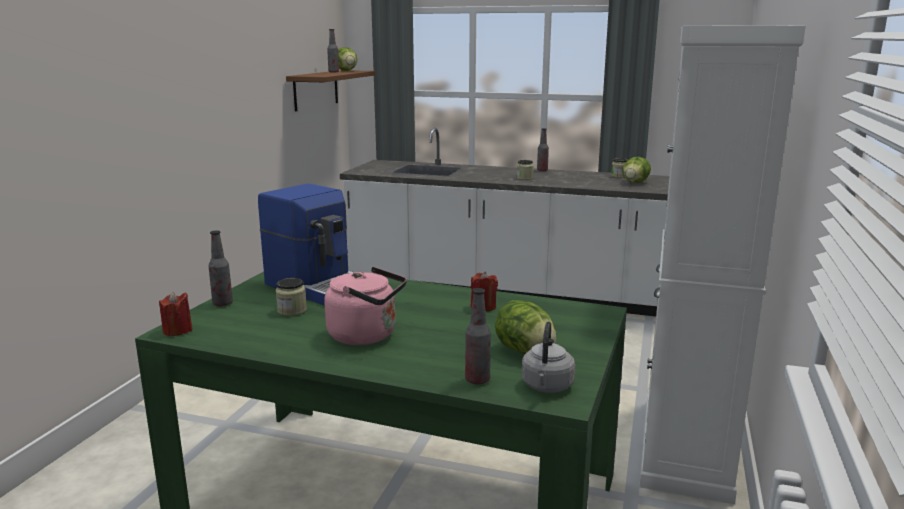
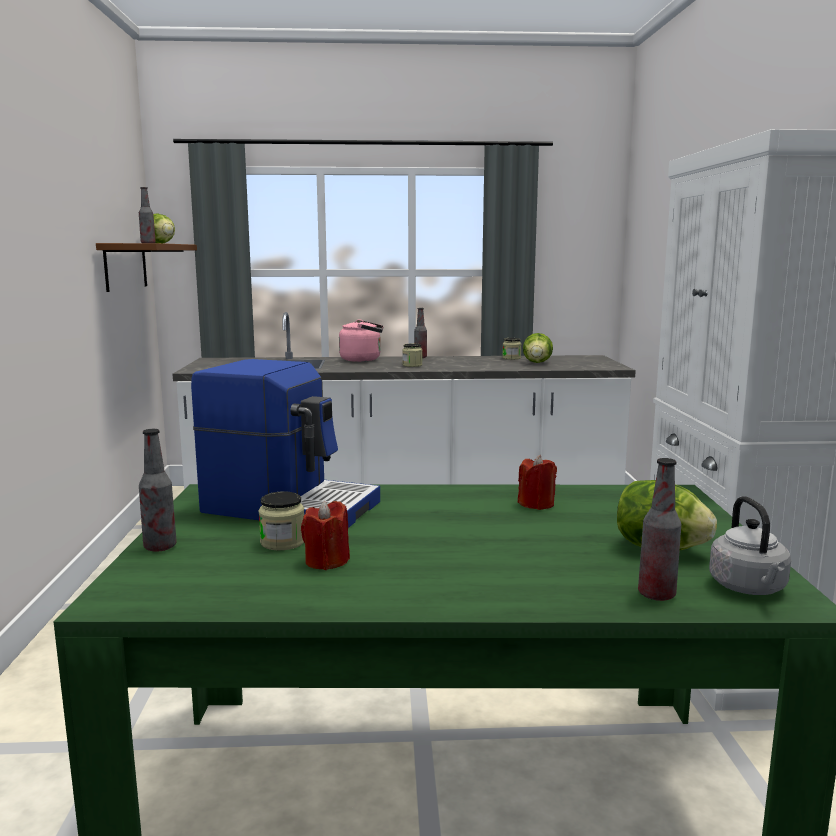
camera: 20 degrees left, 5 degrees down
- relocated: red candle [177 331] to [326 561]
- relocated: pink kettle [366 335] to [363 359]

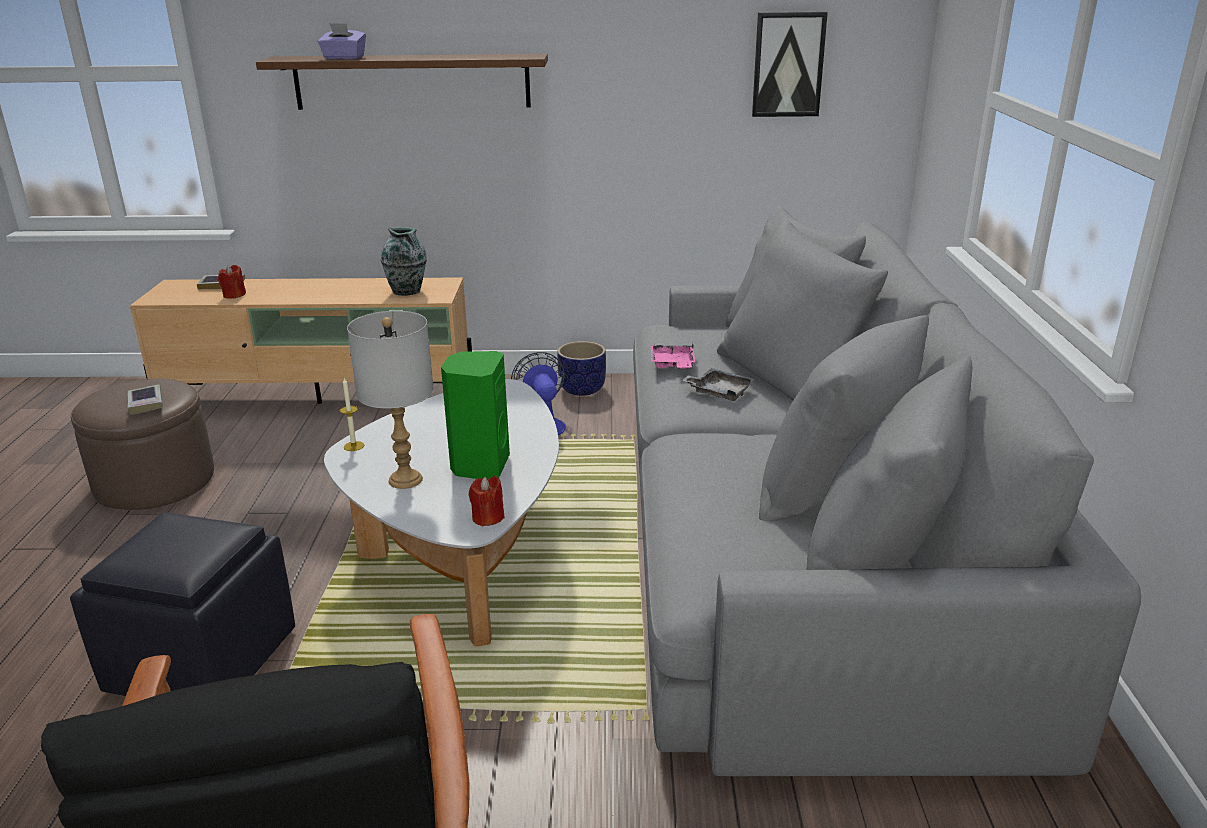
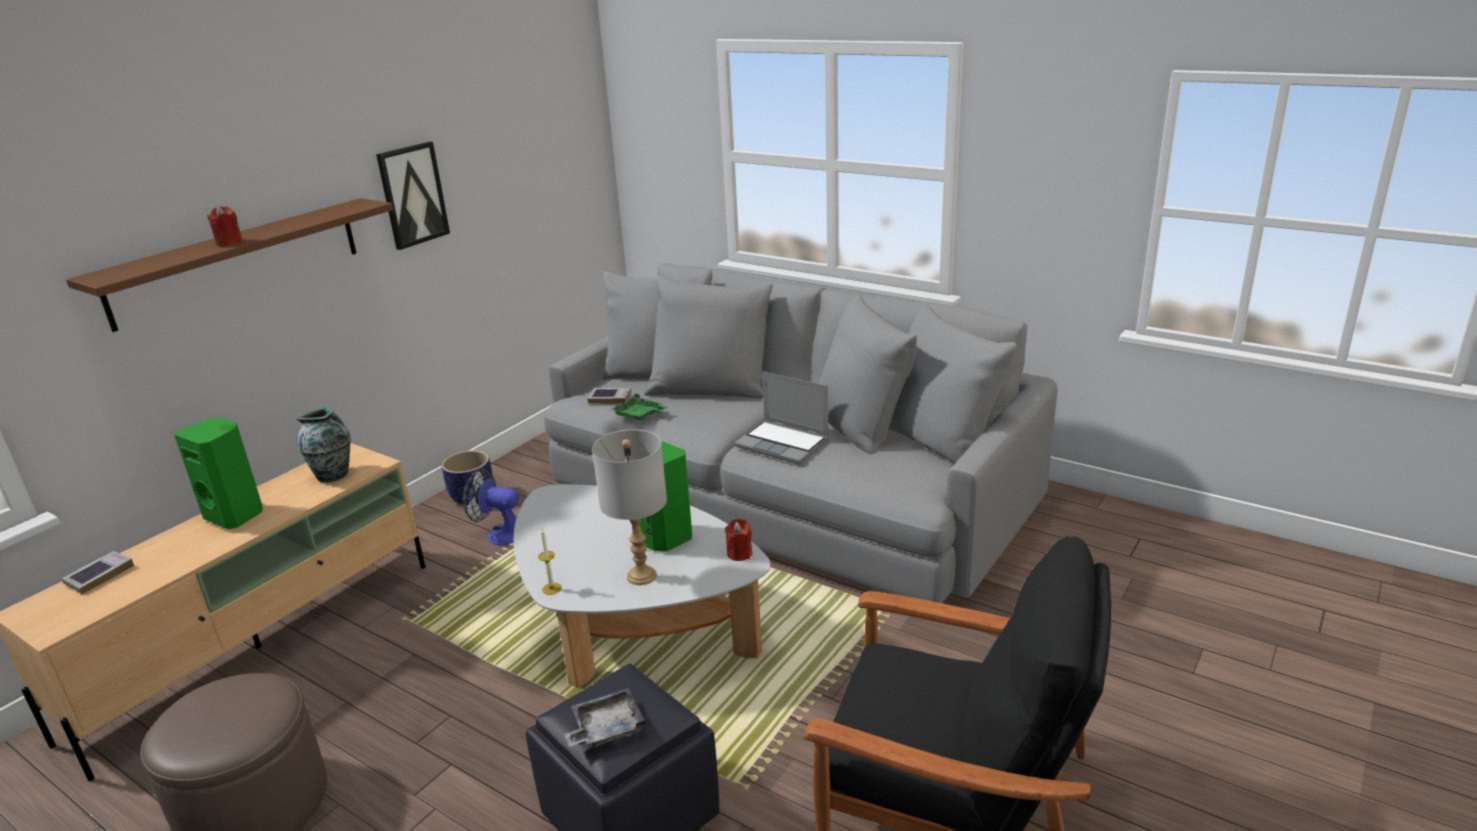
camera: 55 degrees left, 0 degrees up
- appeared: green speaker [236 515]
- relocated: red candle [234 295] to [229 242]
- relocated: picture [788 65] to [412 195]
- relocated: grey tray [719 392] to [606 728]
- relocated: book [146 403] to [610 398]
- colour: pink tray [672 365] to green tray [640 415]
- appeared: laptop [783 443]
- missing: purple tissue box [344 58]

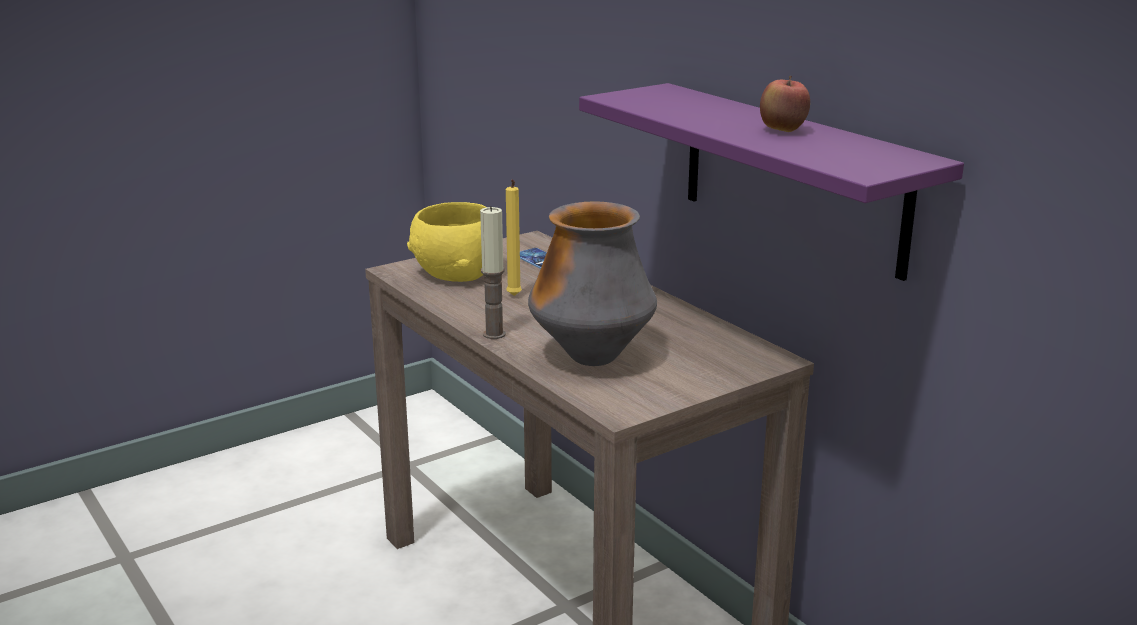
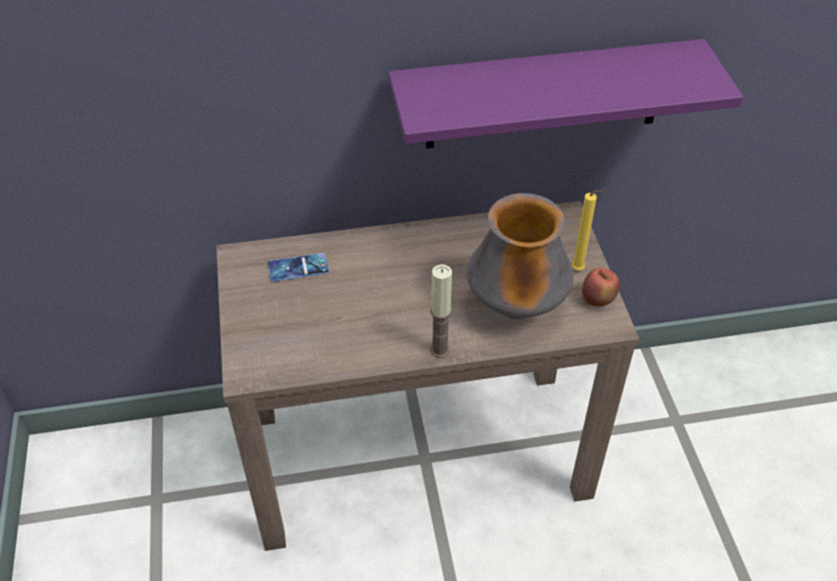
camera: 65 degrees left, 25 degrees up
- relocated: yellow candle [514 296] to [579 270]
- relocated: apple [783 131] to [597 300]
- missing: yellow bowl [455 273]

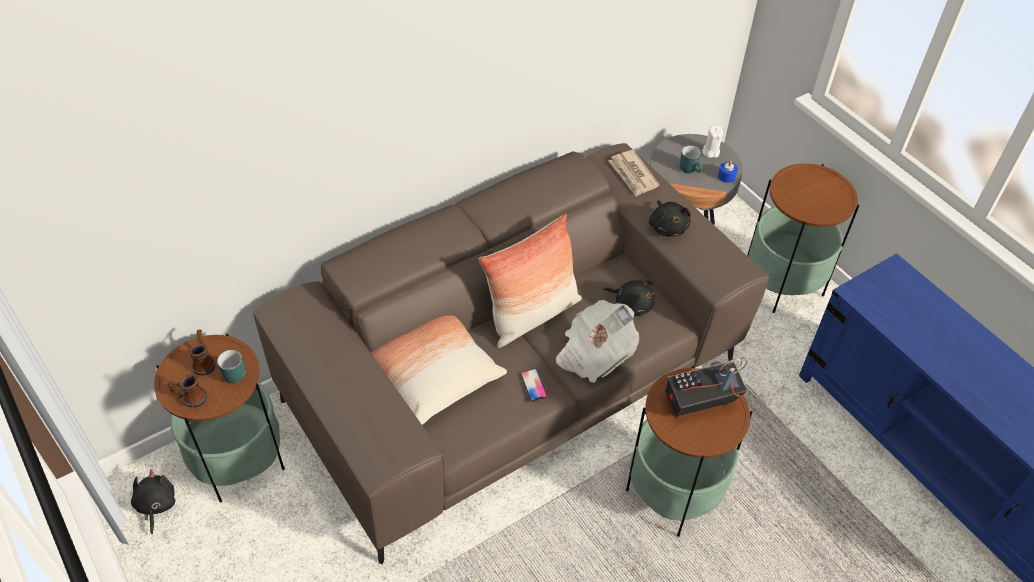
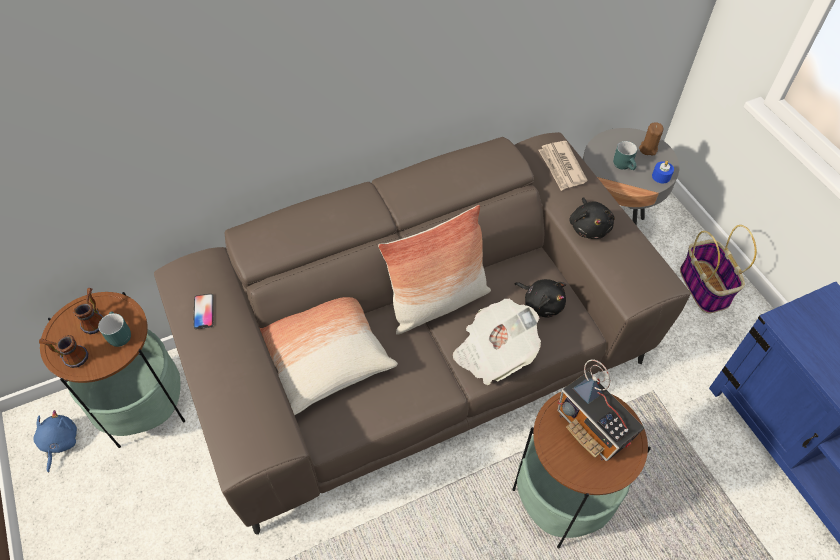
camera: 10 degrees right, 5 degrees up
- colour: black plush toy [156 505] to blue plush toy [59 443]
- relocated: phone [533 385] to [203 311]
- spun: radio [698 402] = [593 428] 120 degrees counterclockwise
- colour: white candle [710 152] to brown candle [648 149]
- exchanged: side table [782 283] to basket [705 287]

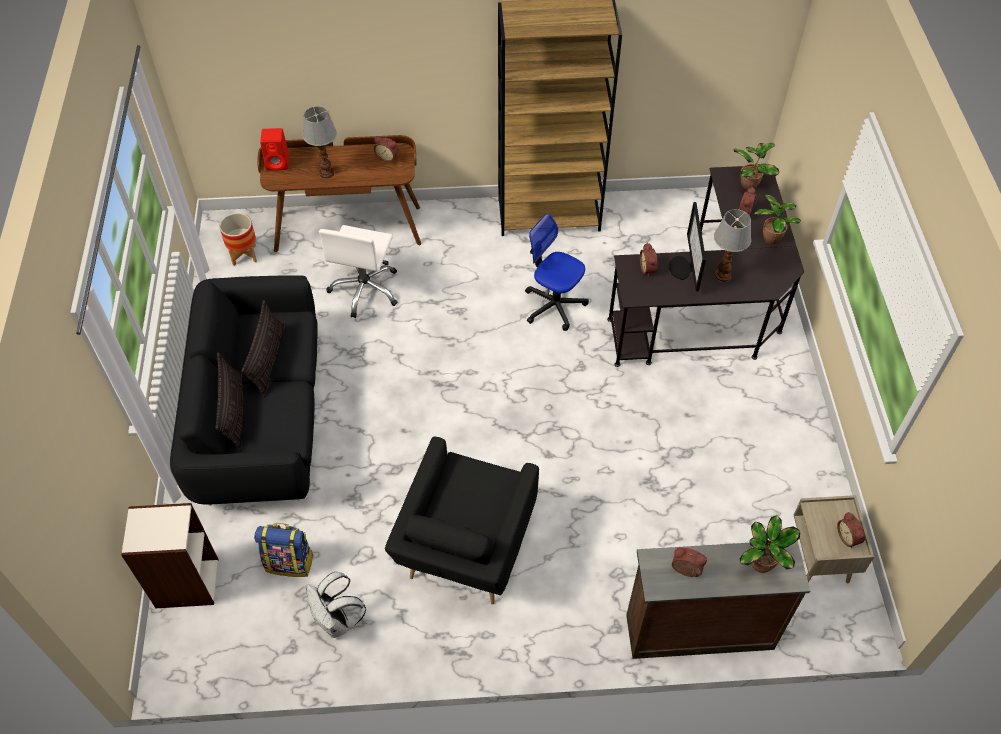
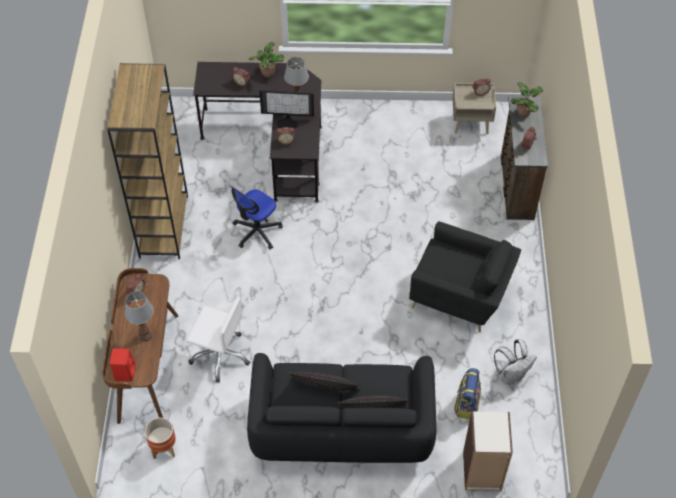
camera: 85 degrees left, 0 degrees up
- missing: potted plant [750 184]

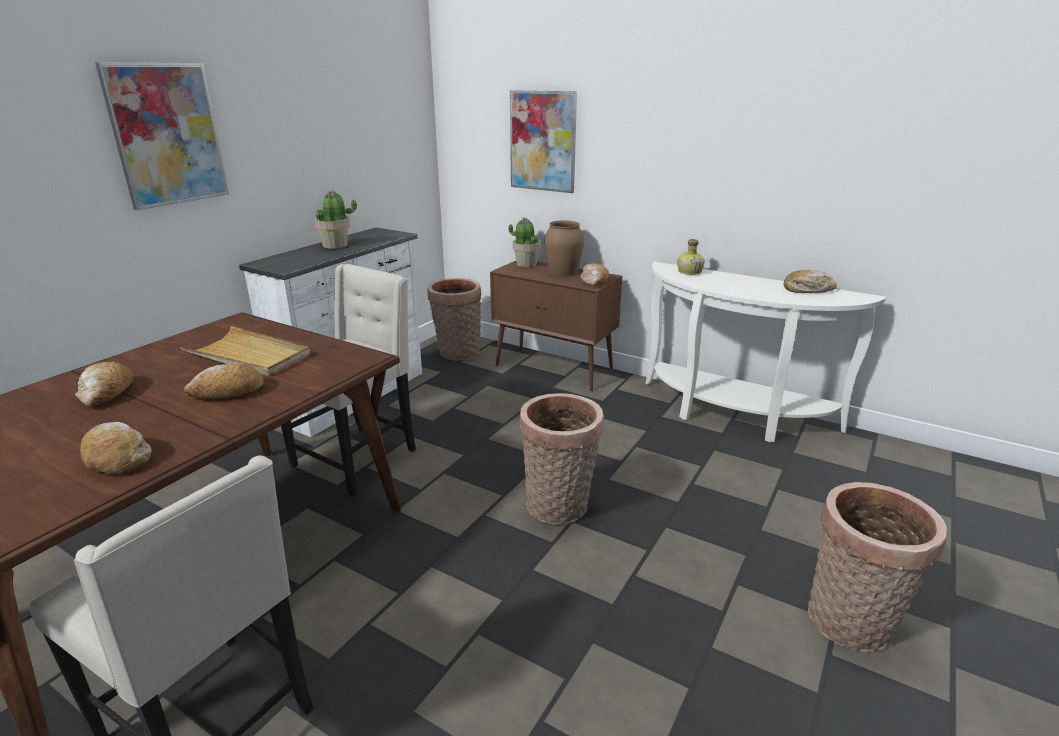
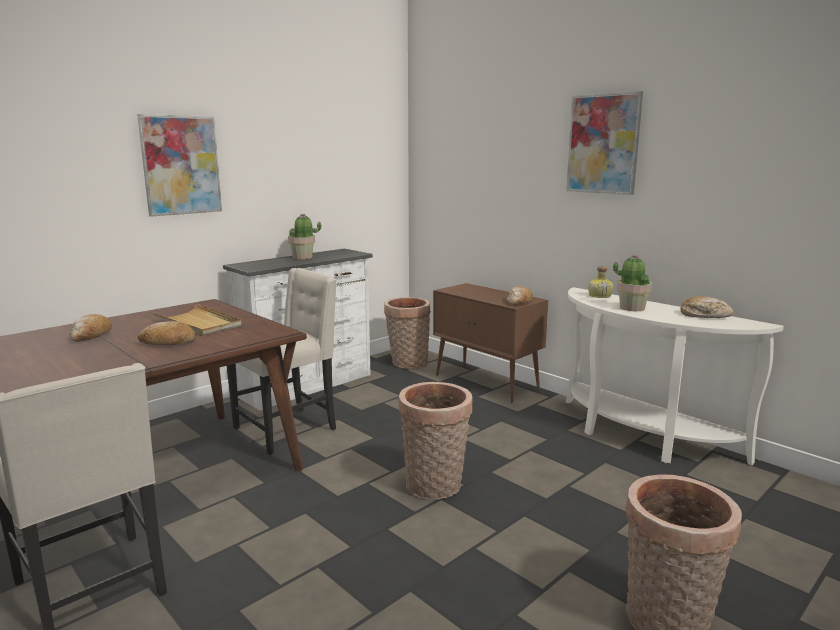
camera: 15 degrees right, 10 degrees down
- relocated: picture [543 141] to [603 144]
- relocated: potted plant [526 264] to [631 308]
- missing: bread [117 458]
- missing: brown vase [563 271]

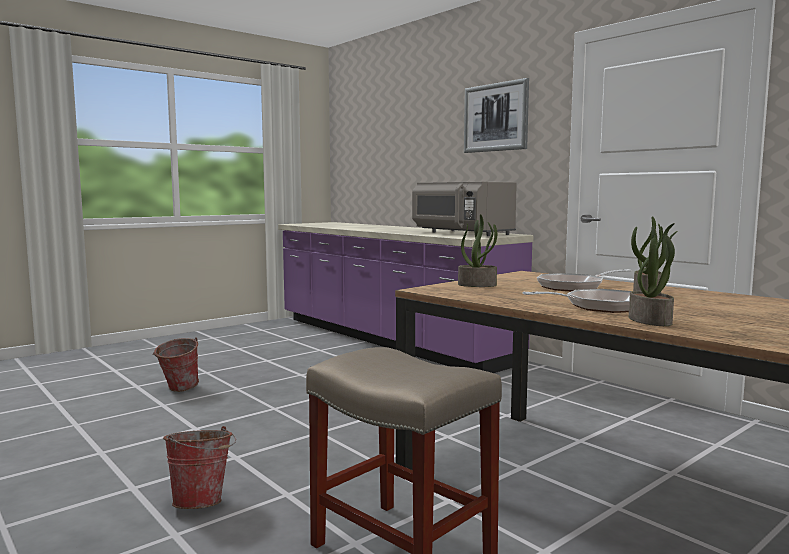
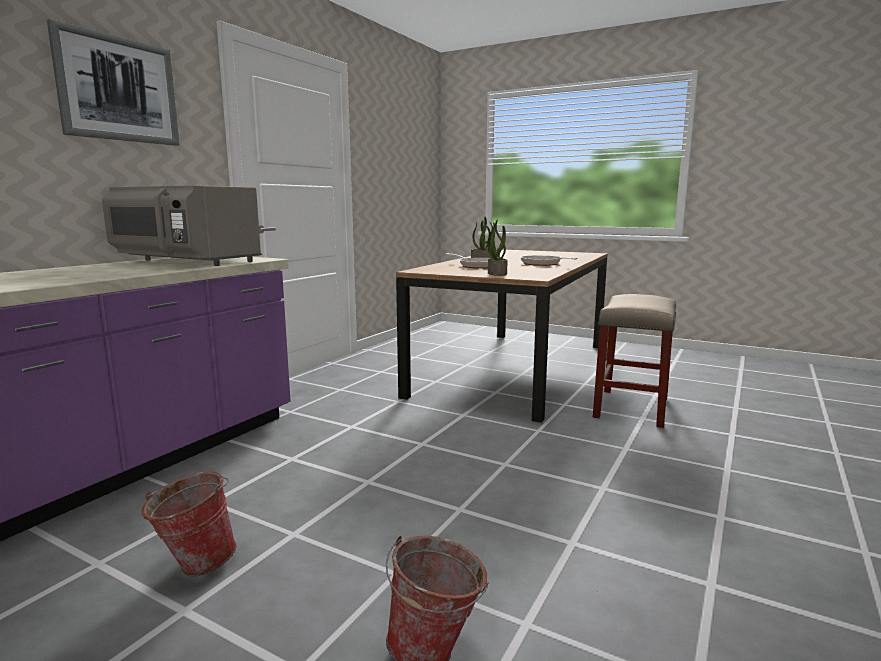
camera: 110 degrees left, 5 degrees up
- spun: grey microwave [462 233] = [186 261] 90 degrees clockwise
- relocated: bucket [203 501] to [194 563]
- missing: potted plant [651 321]

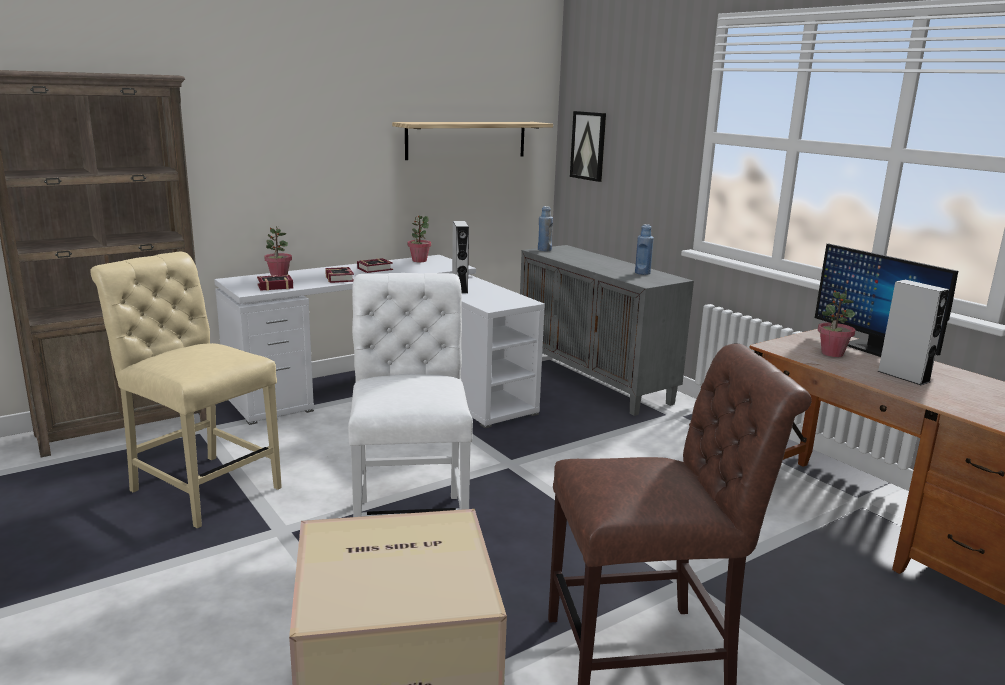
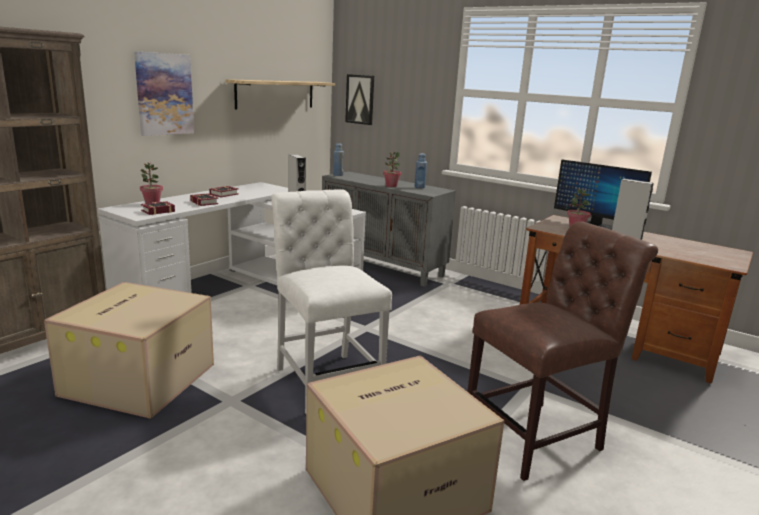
camera: 20 degrees left, 0 degrees up
- exchanged: beige chair [201 486] to cardboard box [139 378]
- appeared: picture [164 94]
- relocated: potted plant [419 260] to [391 186]

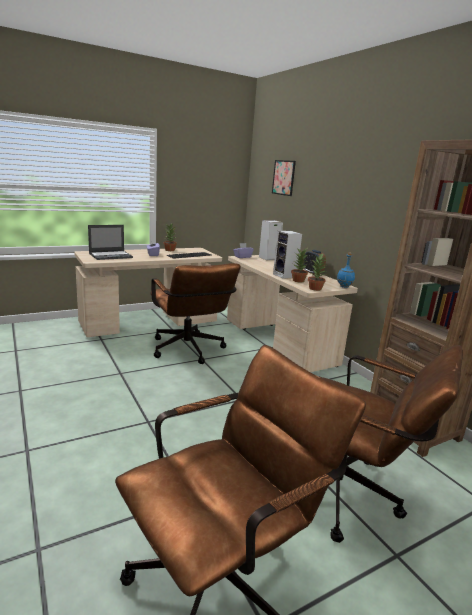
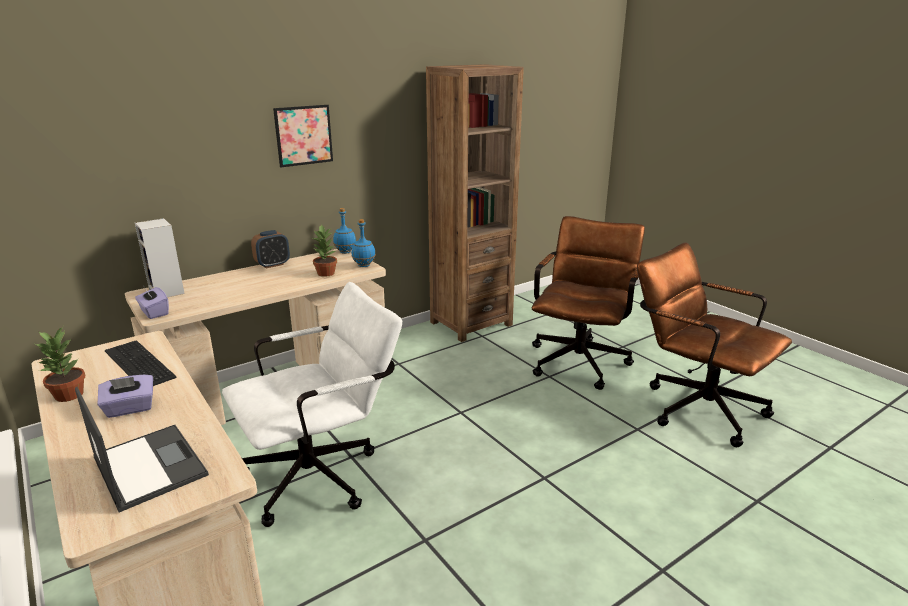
camera: 95 degrees left, 5 degrees up
- colour: brown office chair [189 351] to white office chair [322 474]
- relocated: picture [283 177] to [303 135]
- exchanged: potted plant [315 289] to blue bottle [364 265]
- missing: speaker [285 276]

